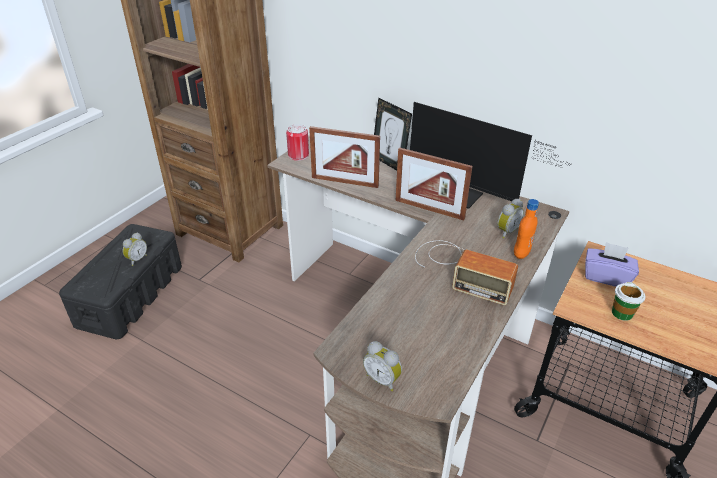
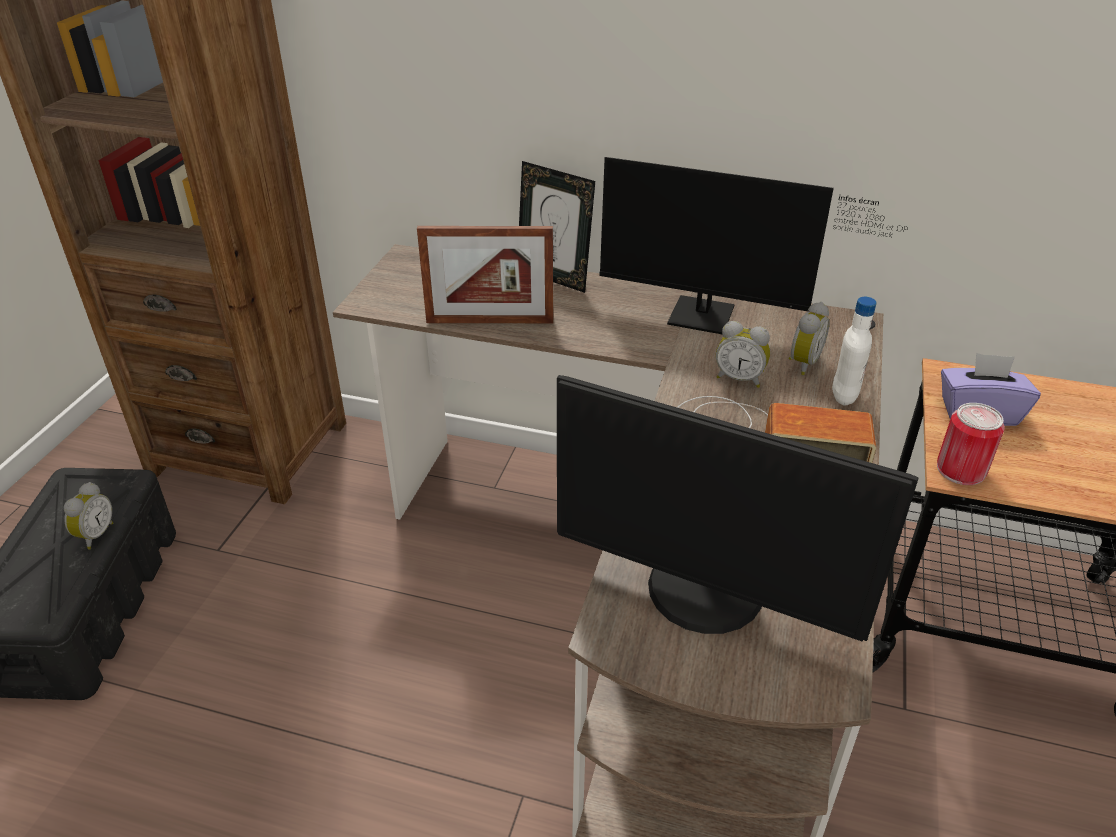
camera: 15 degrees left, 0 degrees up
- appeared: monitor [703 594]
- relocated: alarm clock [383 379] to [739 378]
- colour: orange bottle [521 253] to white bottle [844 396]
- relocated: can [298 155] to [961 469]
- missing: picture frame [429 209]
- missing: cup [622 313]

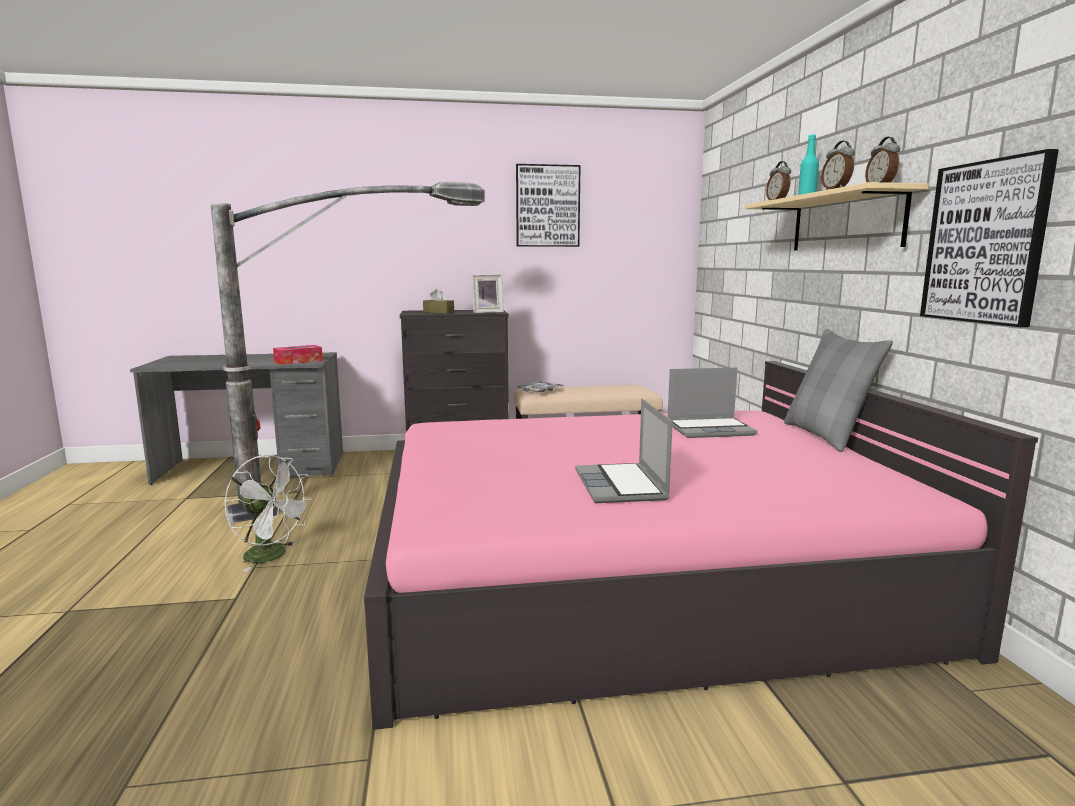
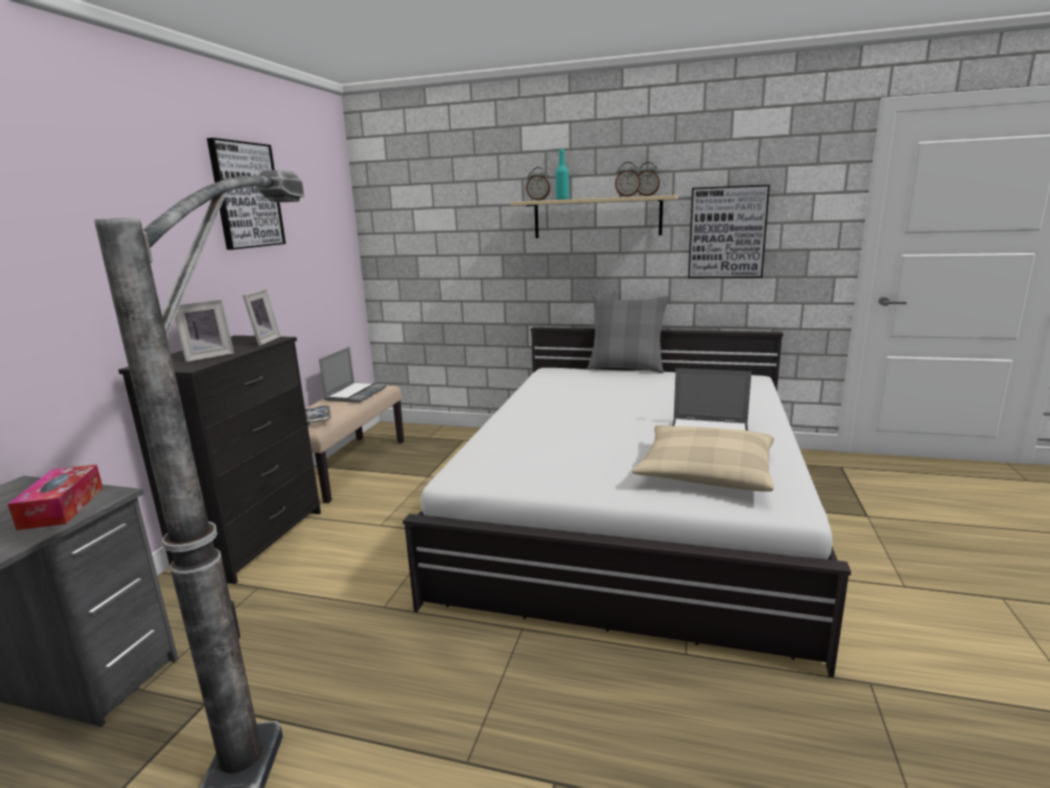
camera: 65 degrees left, 5 degrees up
- exchanged: brown tissue box [438 312] to picture frame [207 356]
- relocated: laptop [710 429] to [355 394]
- colour: pink bed [635 575] to white bed [633 511]
- appeared: beige pillow [705 472]
- missing: white fan [272 556]

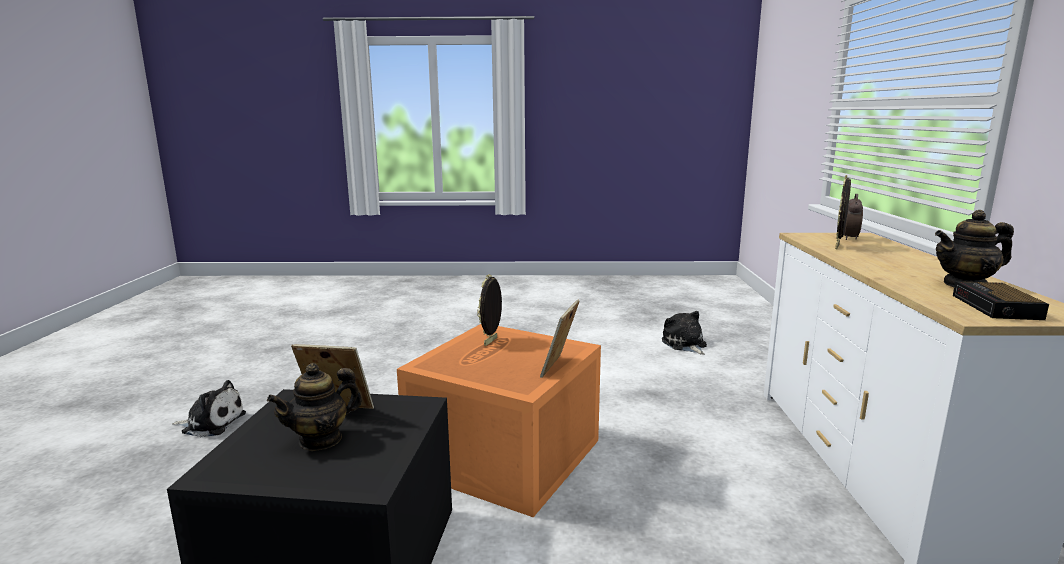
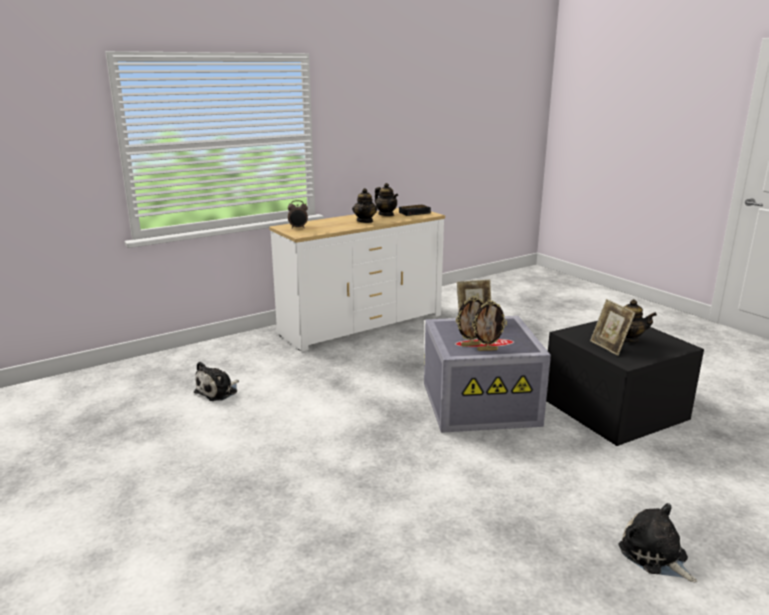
camera: 125 degrees left, 5 degrees up
- appeared: teapot [365 221]
- colour: orange storage box [506 457] to grey storage box [481 403]
- relocated: picture frame [838 247] to [487 350]

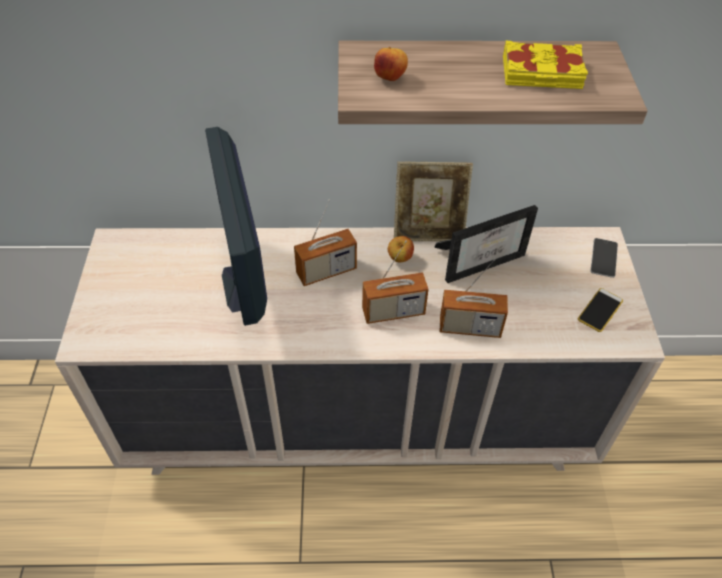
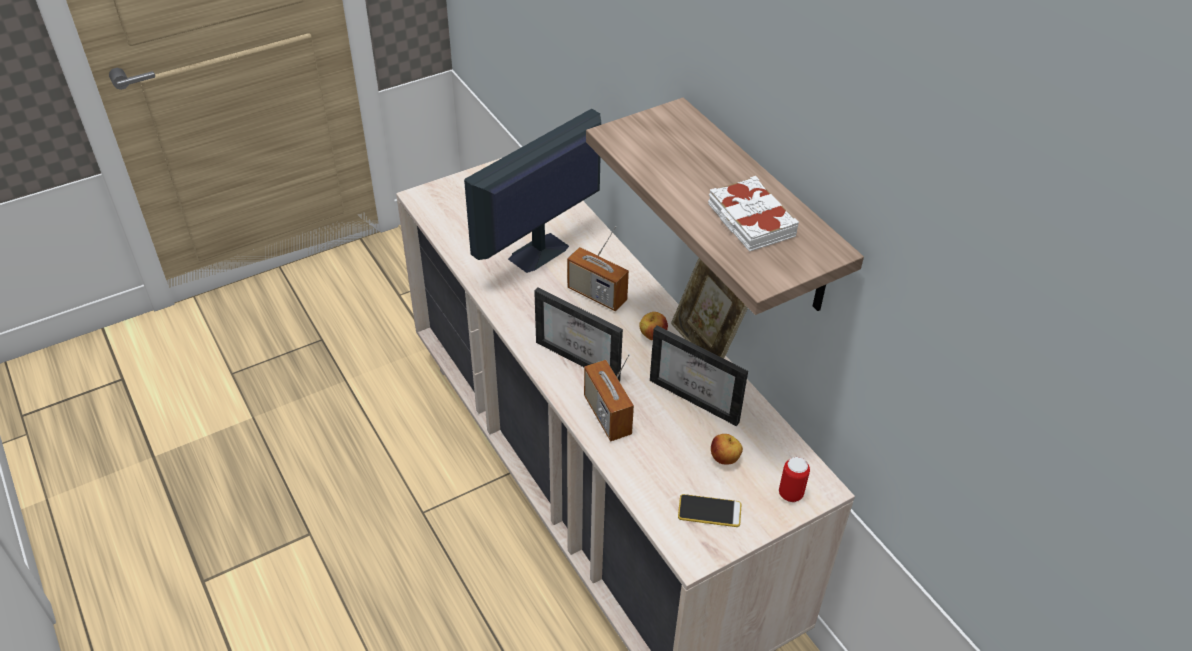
camera: 60 degrees right, 5 degrees down
- exchanged: radio [393 312] to picture frame [584 356]
- colour: yellow book [542 73] to white book [750 221]
- relocated: apple [390 78] to [725 459]
- exchanged: phone [604 258] to can [790 494]

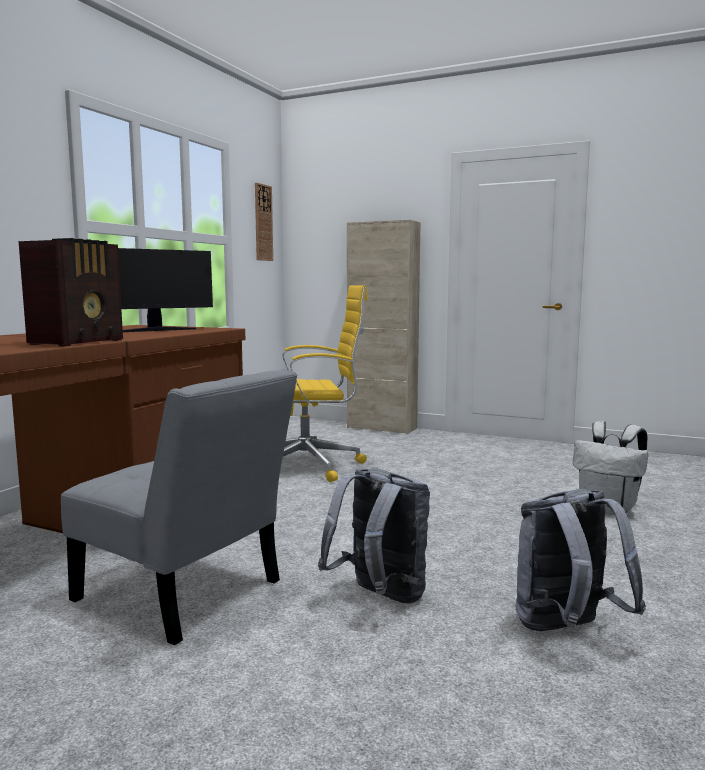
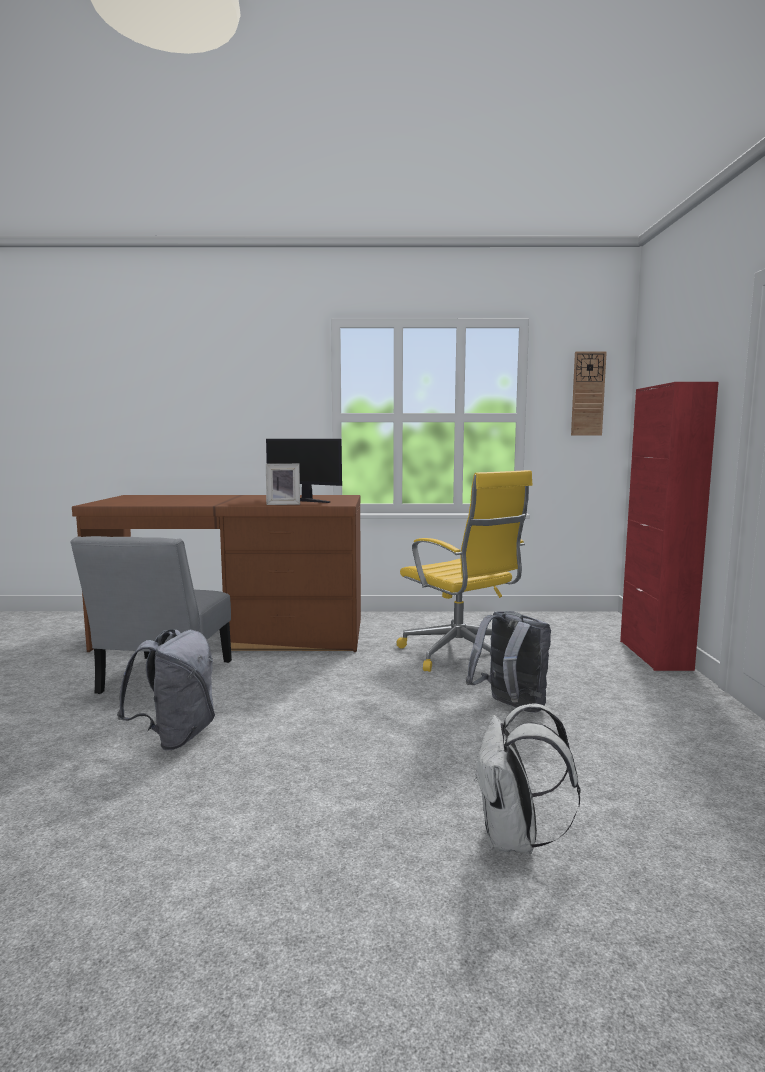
camera: 65 degrees right, 0 degrees up
- appeared: picture frame [283 504]
- relocated: grey backpack [567 630] to [510 708]
- colour: beige cabinet [381 428] to red cabinet [654 655]
- missing: radio [79 342]

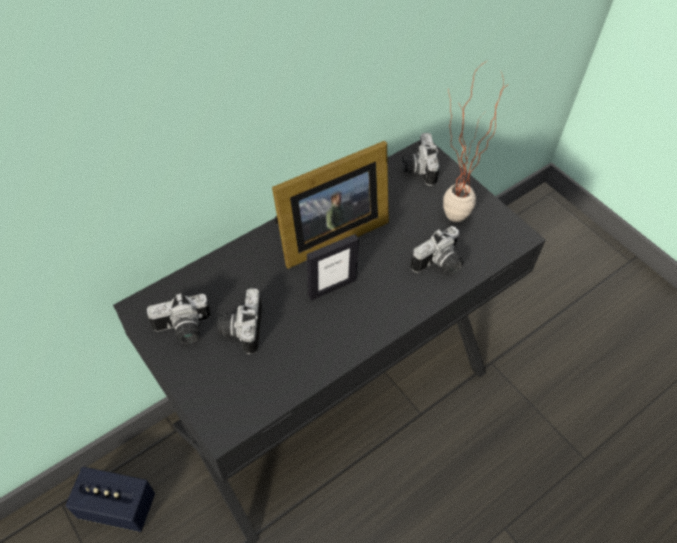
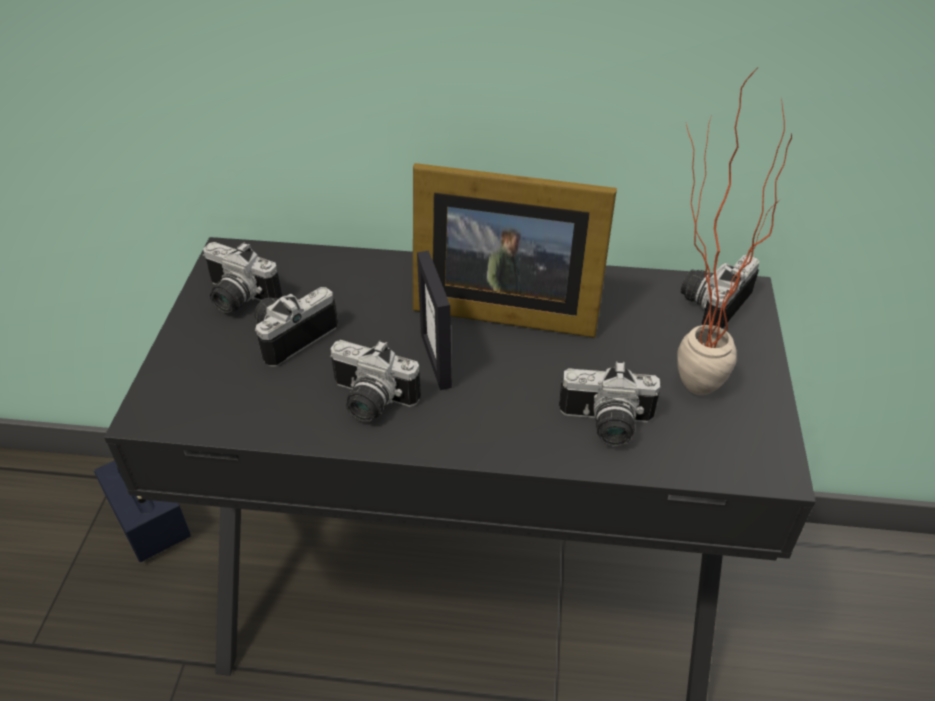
camera: 45 degrees right, 10 degrees down
- appeared: photo camera [369 402]
- spun: picture frame [331 287] = [436 360] 60 degrees clockwise

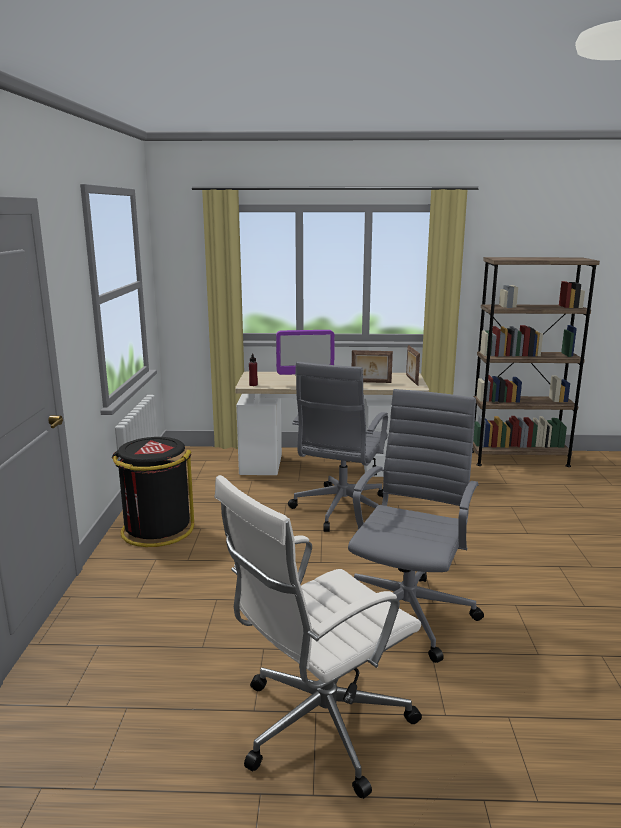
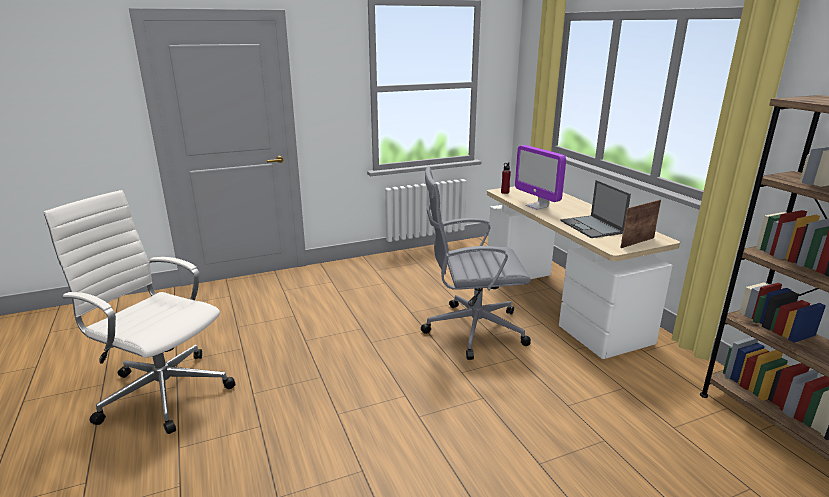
camera: 65 degrees right, 5 degrees up
- exchanged: picture frame [371 382] to laptop [592 227]
- missing: black trash can [157 530]
- missing: grey office chair [409 612]

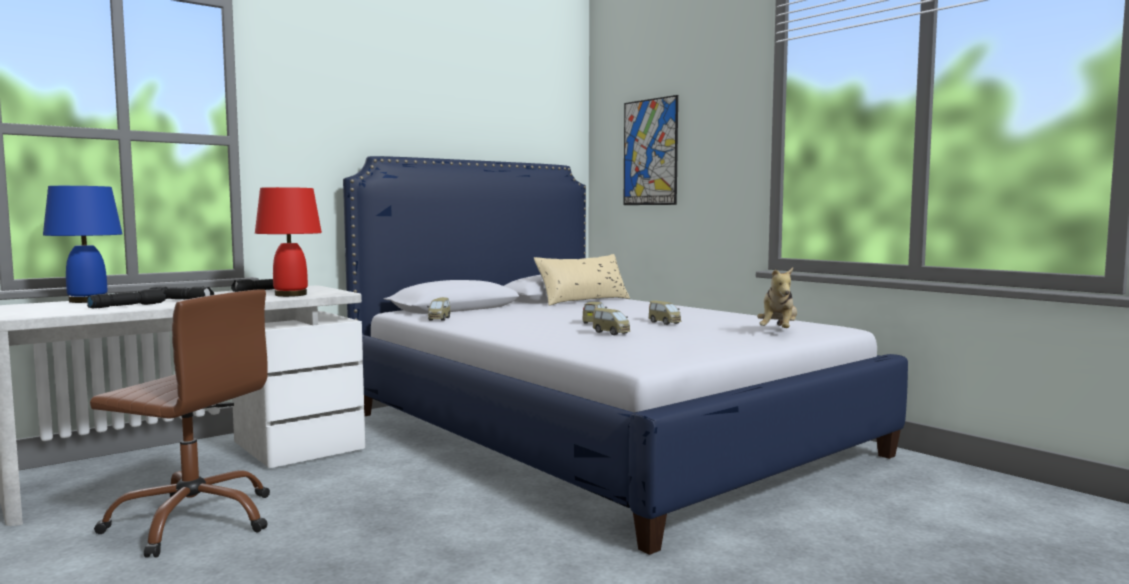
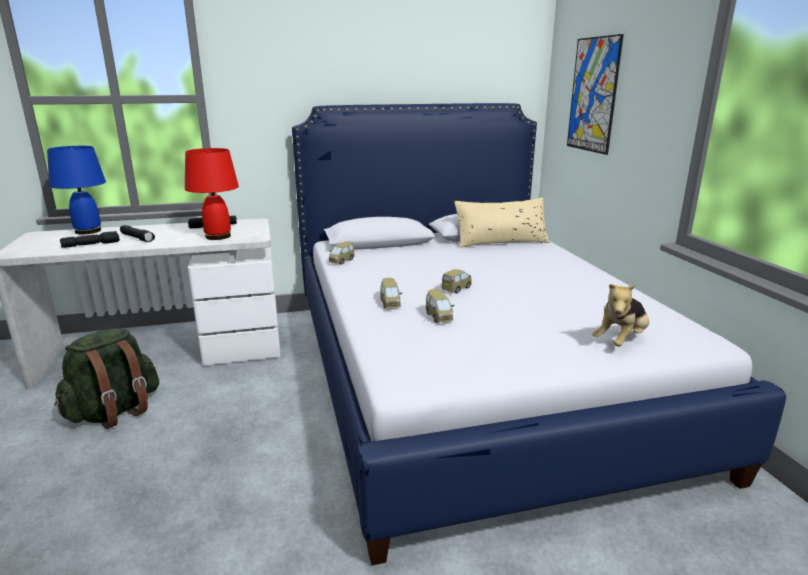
camera: 25 degrees right, 15 degrees up
- exchanged: brown office chair [194 521] to green backpack [115 412]
- relocated: toy car [664 322] to [390 303]

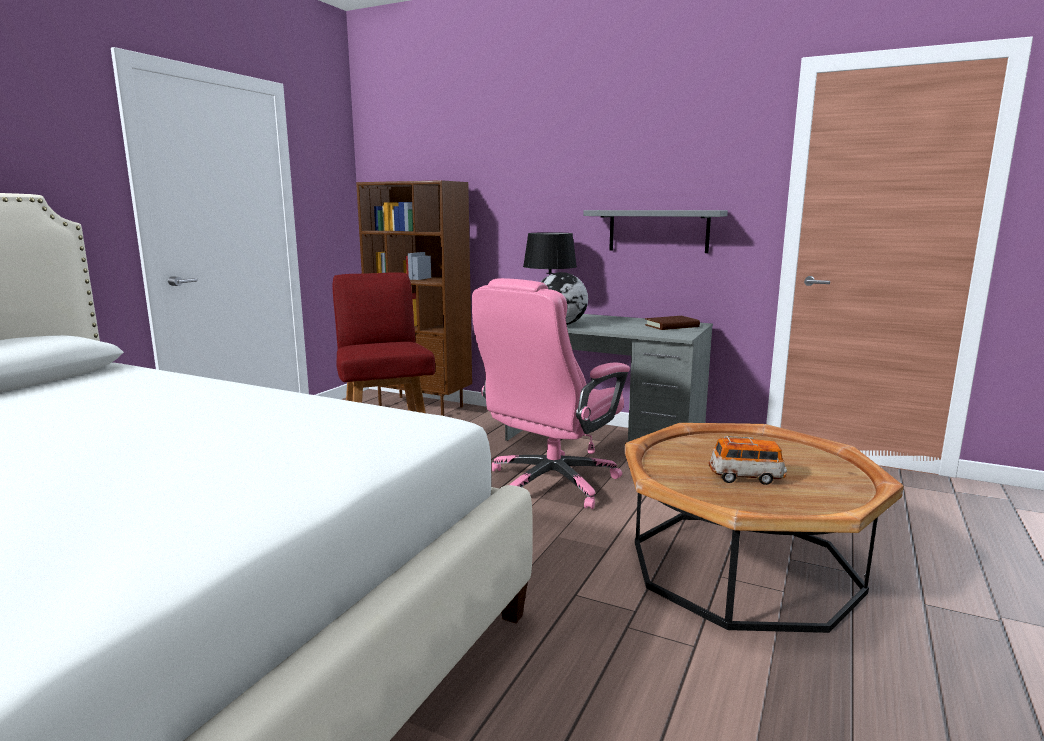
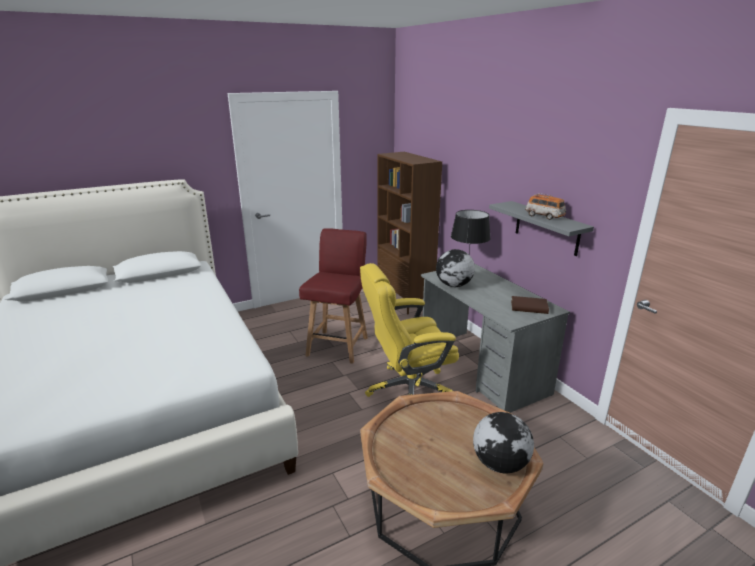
camera: 35 degrees right, 10 degrees up
- colour: pink office chair [550 483] to yellow office chair [408 391]
- appeared: globe [500 463]
- relocated: toy car [746 477] to [544 216]

